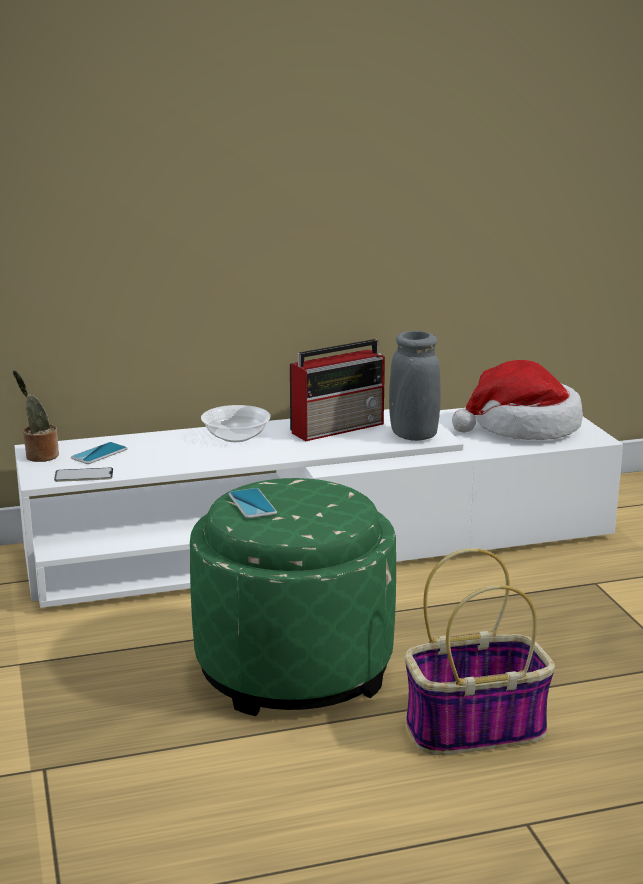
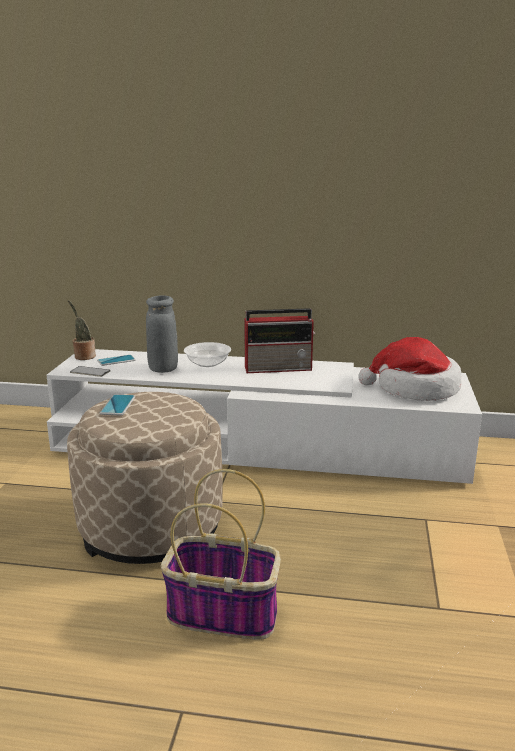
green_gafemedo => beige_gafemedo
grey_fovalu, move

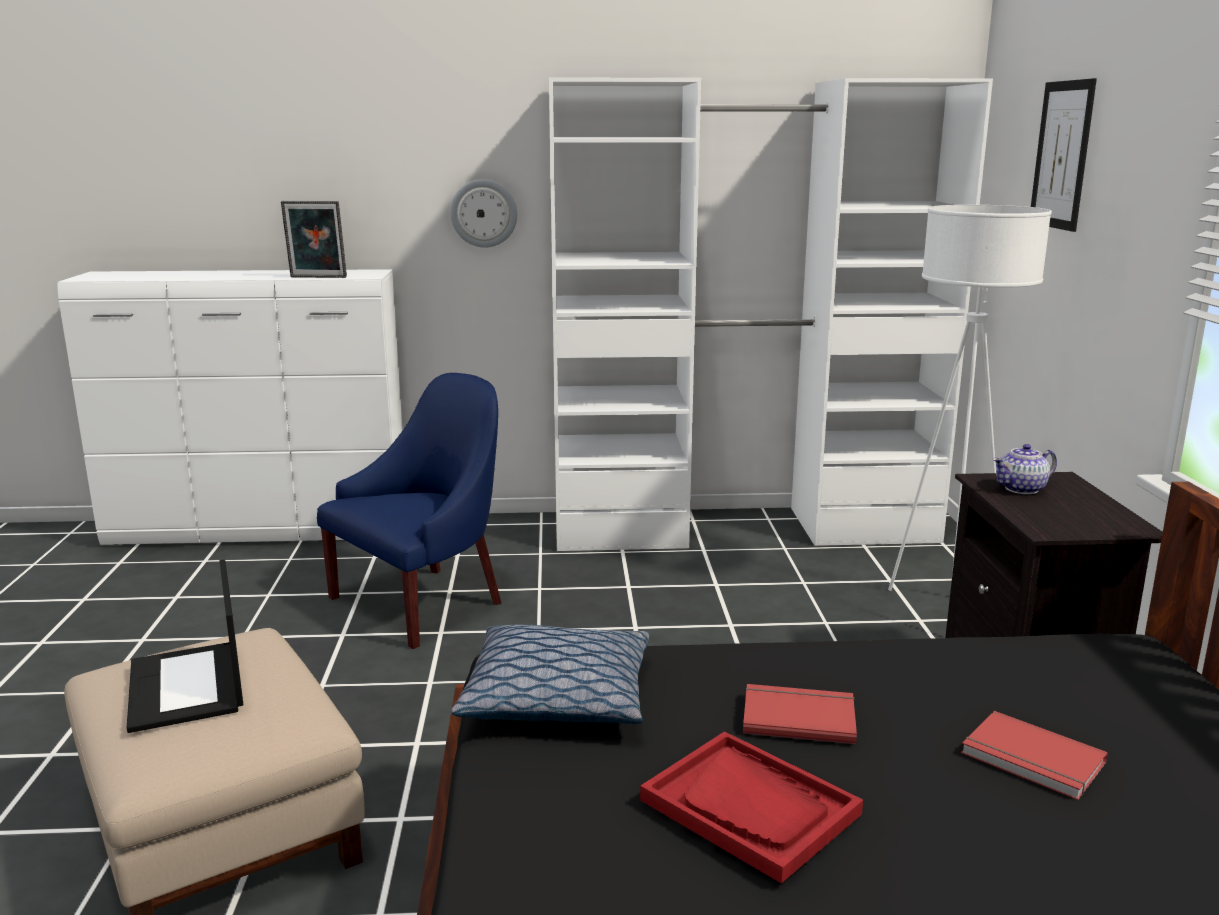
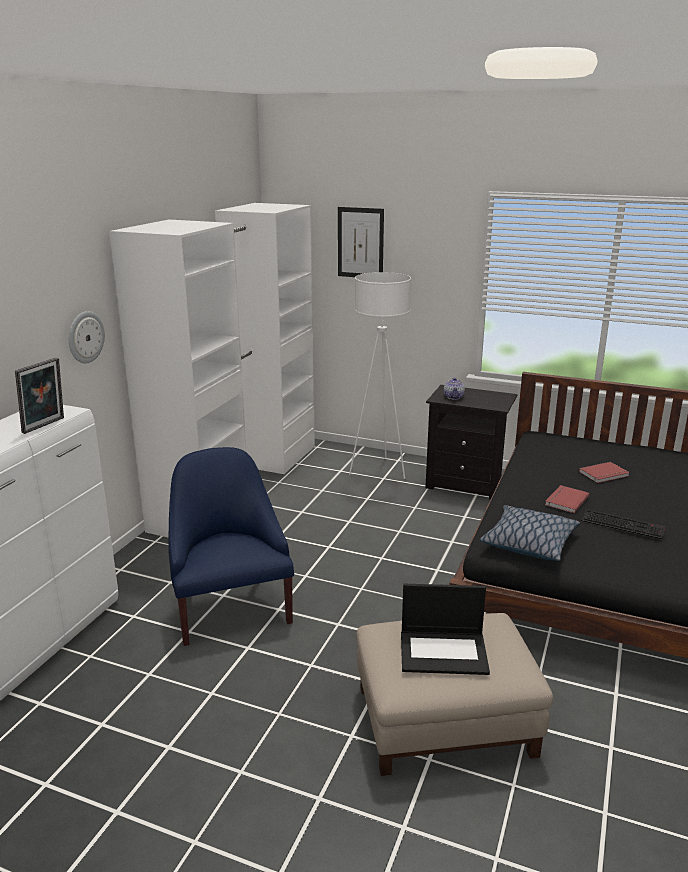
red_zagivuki => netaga

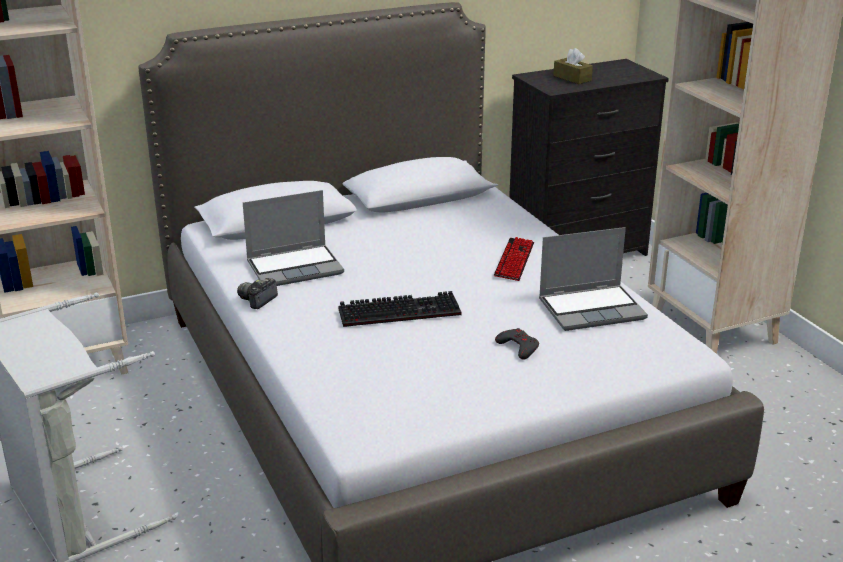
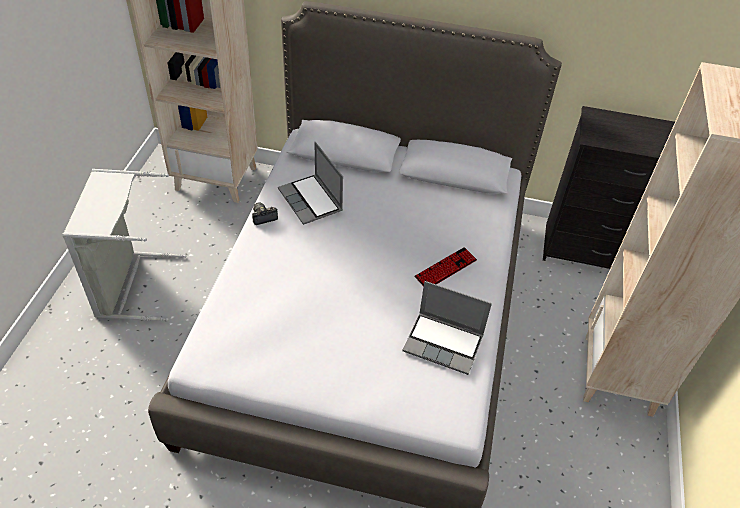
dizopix (1st from left), 45 degrees clockwise
netaga (1st from left) => nothing
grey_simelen => nothing
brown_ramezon => nothing

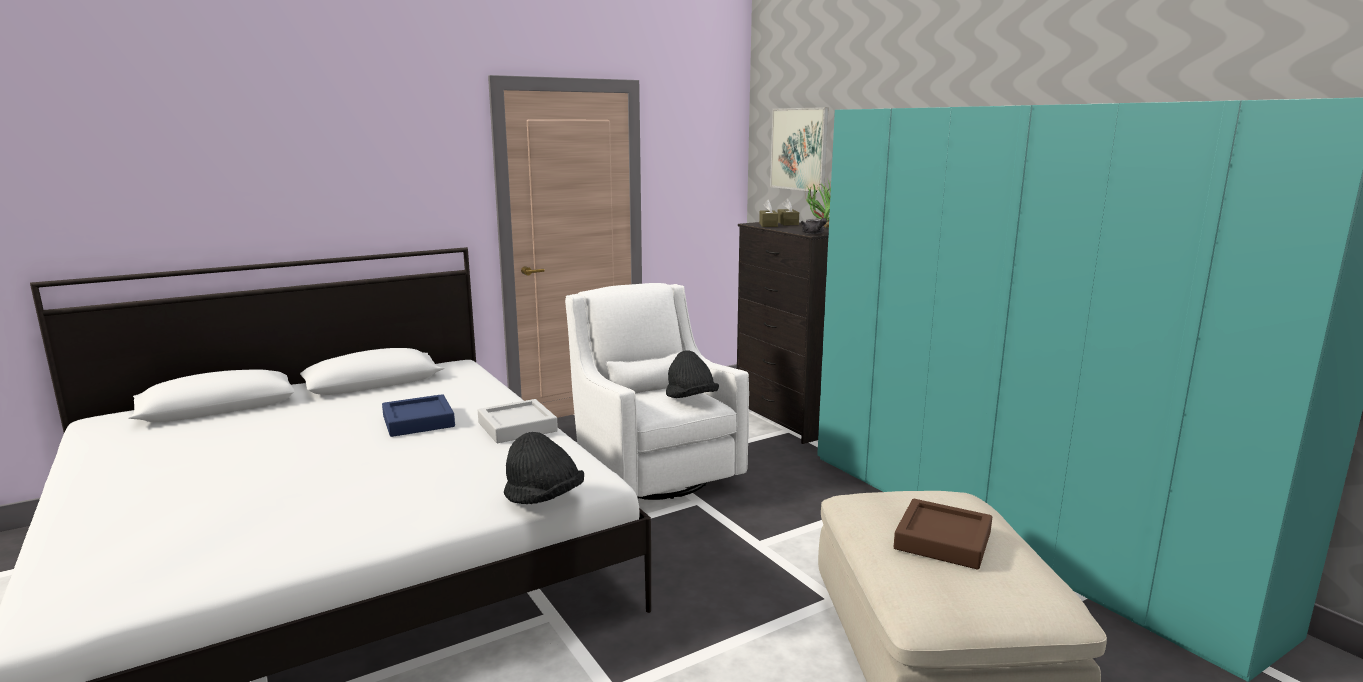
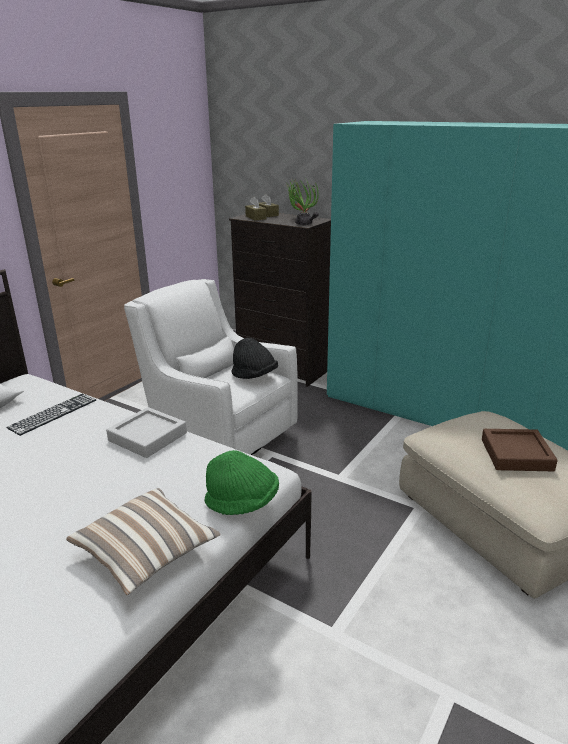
blue_zagivuki => nothing
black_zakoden (1st from left) => green_zakoden
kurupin => nothing
nothing => netaga
nothing => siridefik

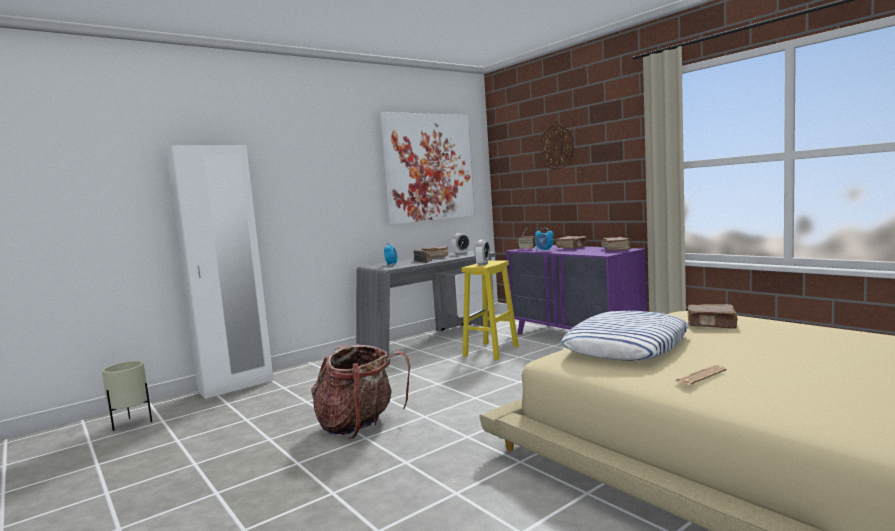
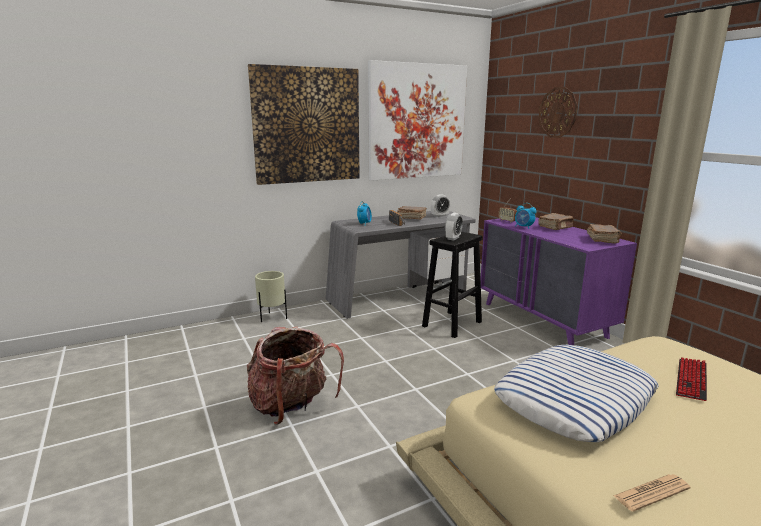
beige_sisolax, move
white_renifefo => nothing
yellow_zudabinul => black_zudabinul
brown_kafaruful (4th from left) => netaga
nothing => kurupin (1st from left)

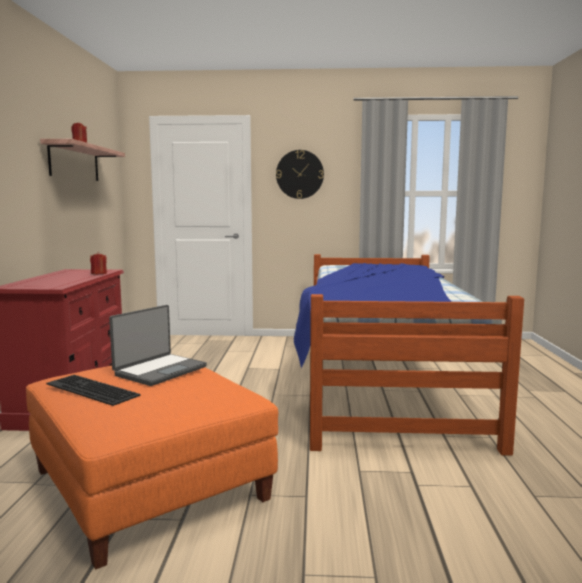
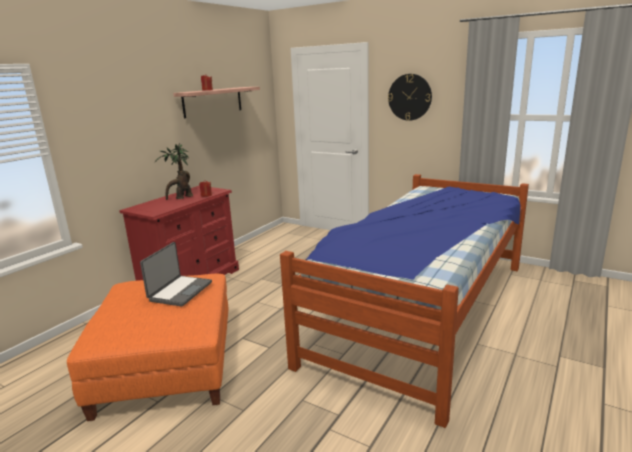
netaga => nothing
dizopix, 45 degrees counterclockwise
nothing => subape

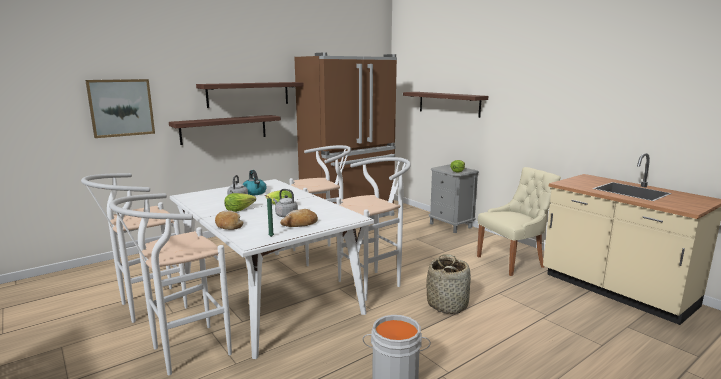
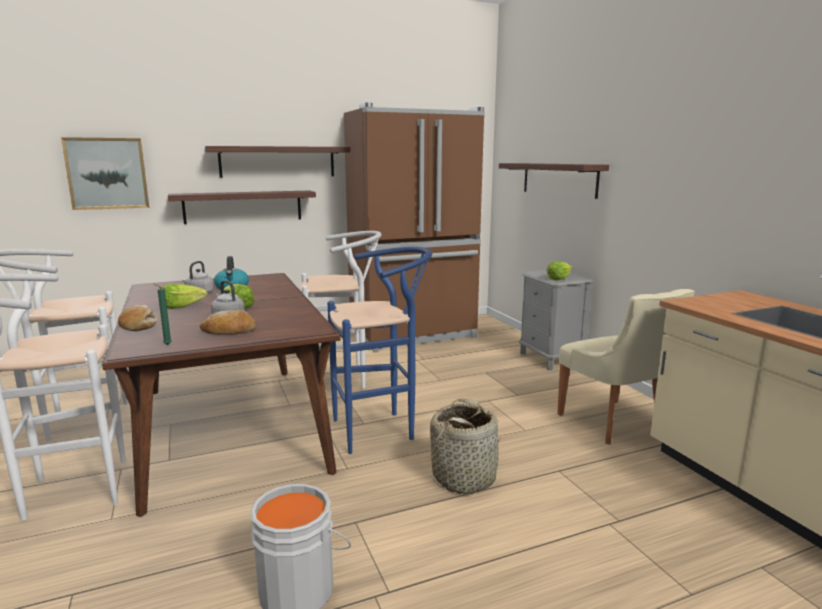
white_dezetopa => brown_dezetopa
white_zudabinul (4th from left) => blue_zudabinul
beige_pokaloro, 75 degrees clockwise

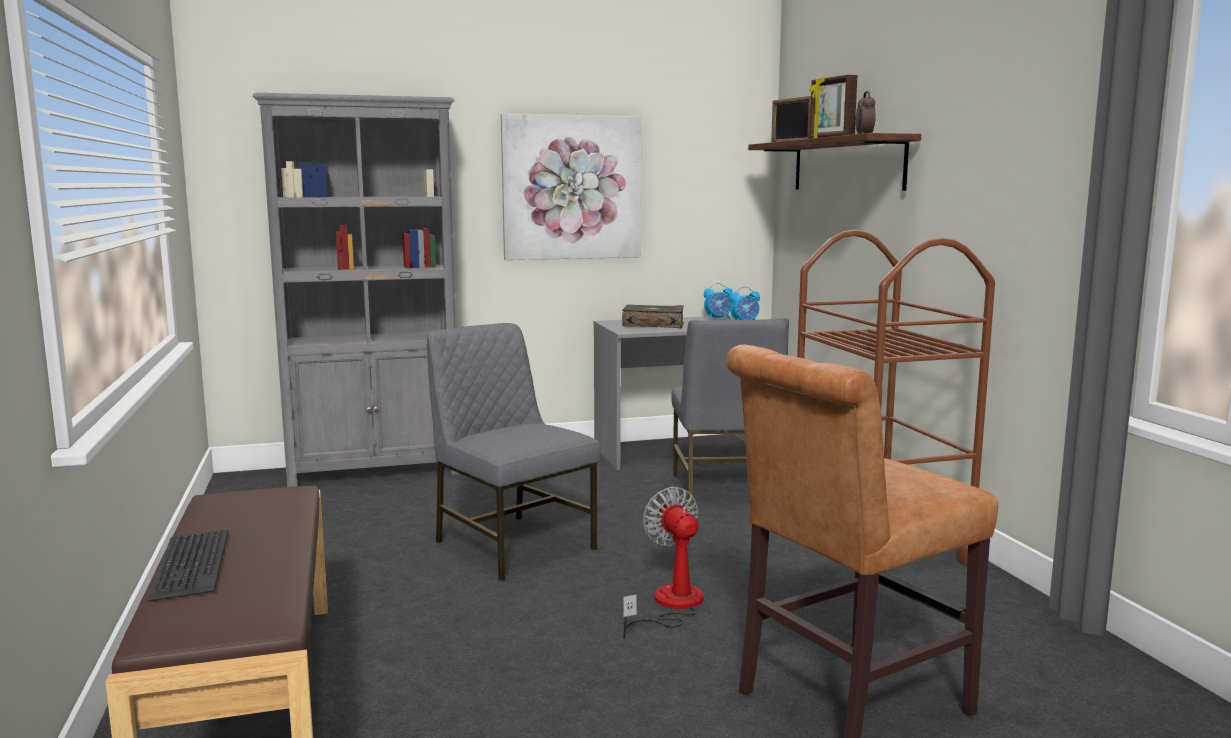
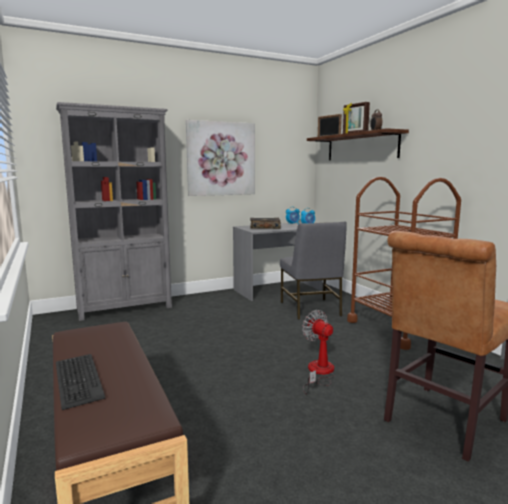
grey_pokaloro (1st from left) => nothing

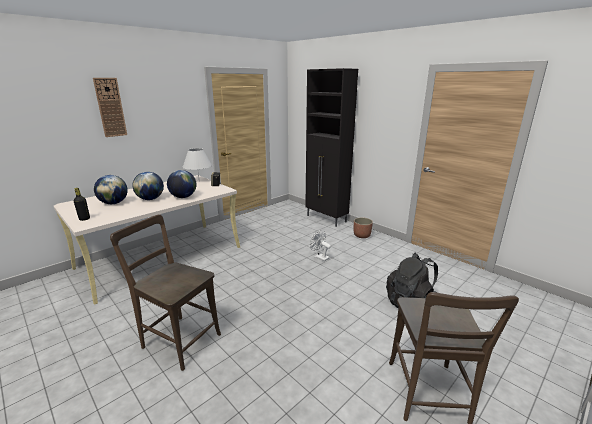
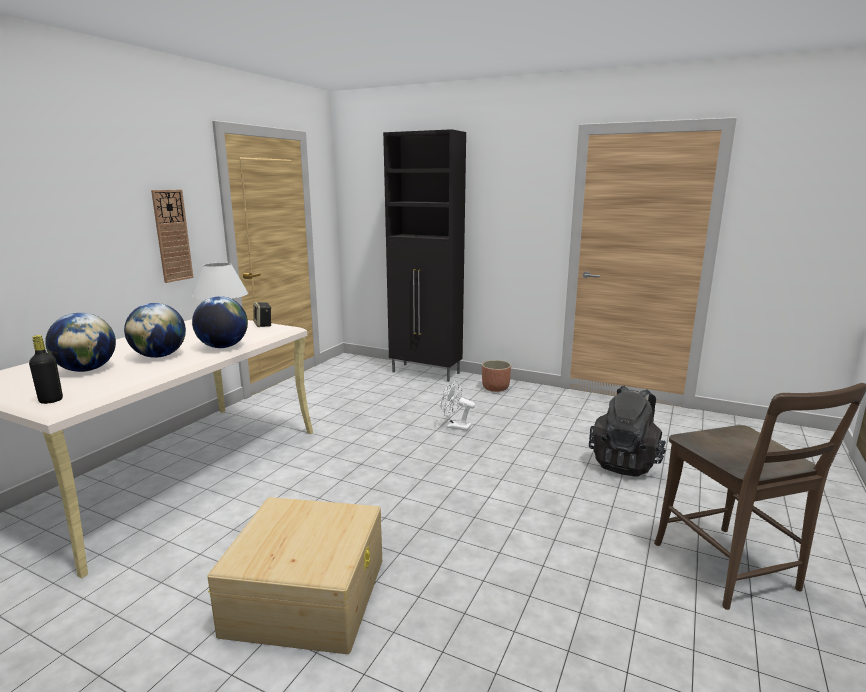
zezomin, move
brown_pokaloro (1st from left) => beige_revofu

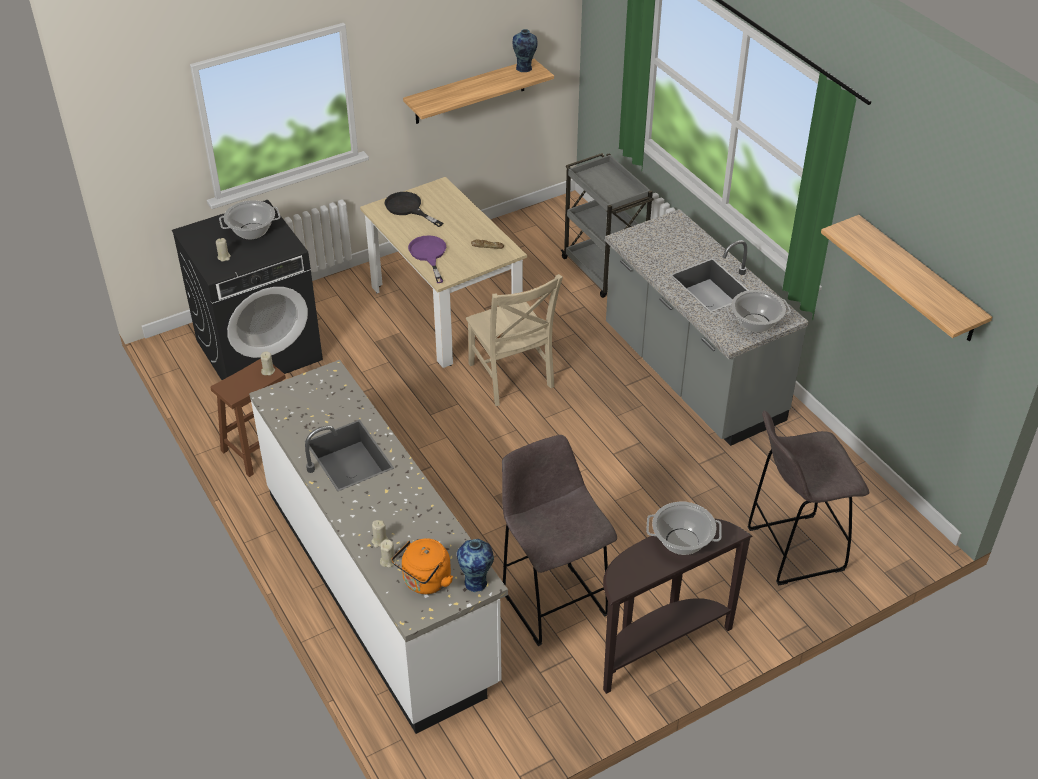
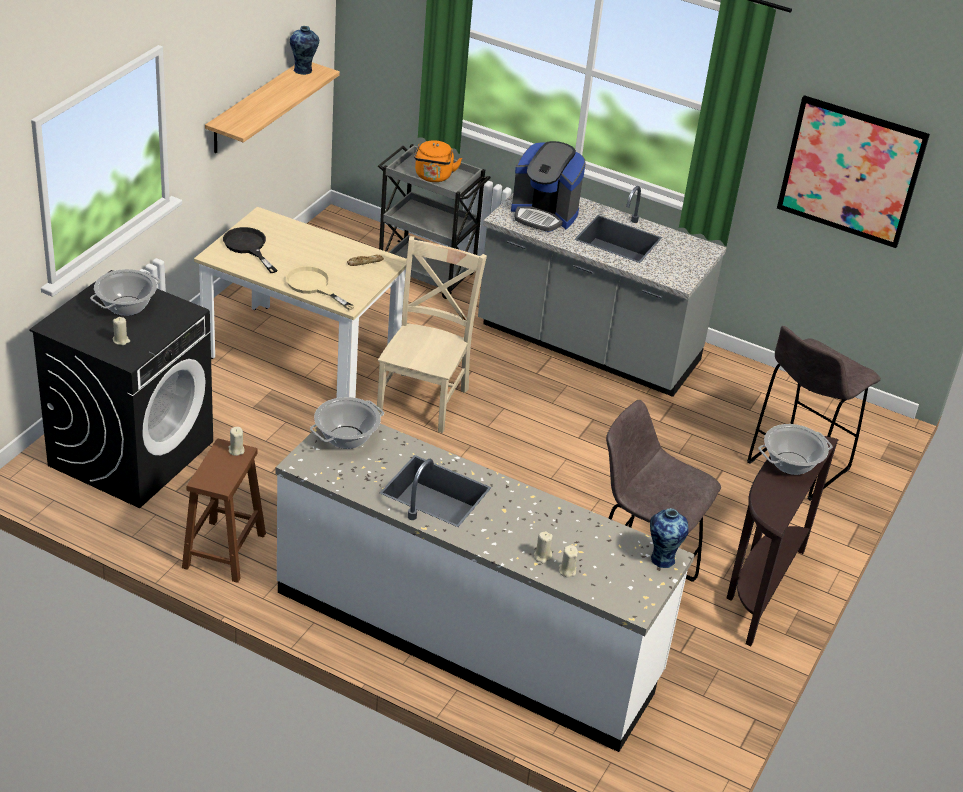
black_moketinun, 45 degrees clockwise
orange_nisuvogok, move
purple_moketinun => beige_moketinun
beige_pokaloro, 105 degrees counterclockwise
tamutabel (3rd from left in the first image) => tamutabel (2nd from left), move
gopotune (2nd from left) => kurupin
nothing => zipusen

